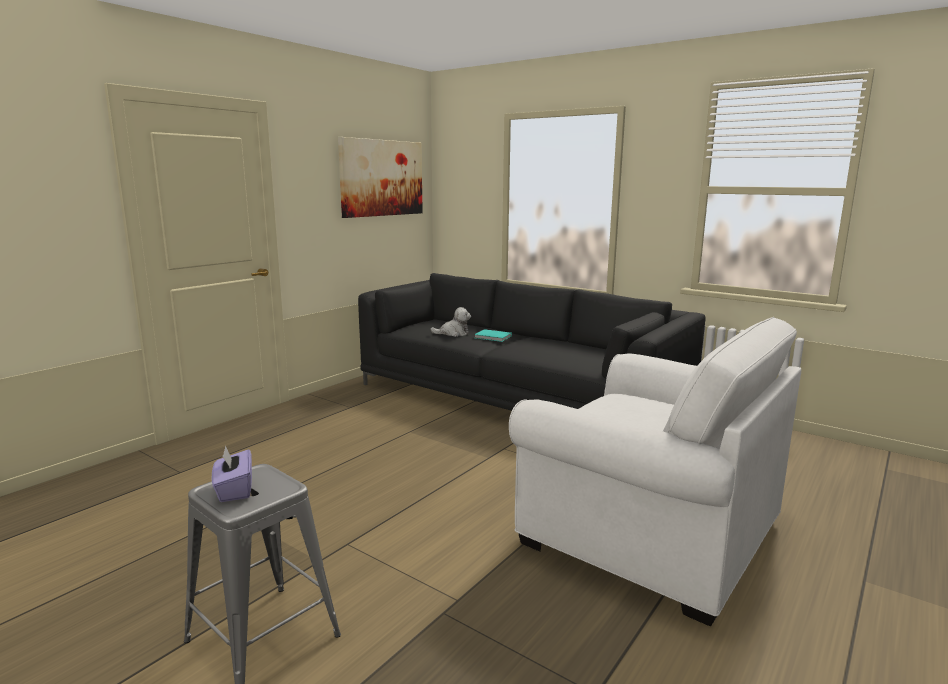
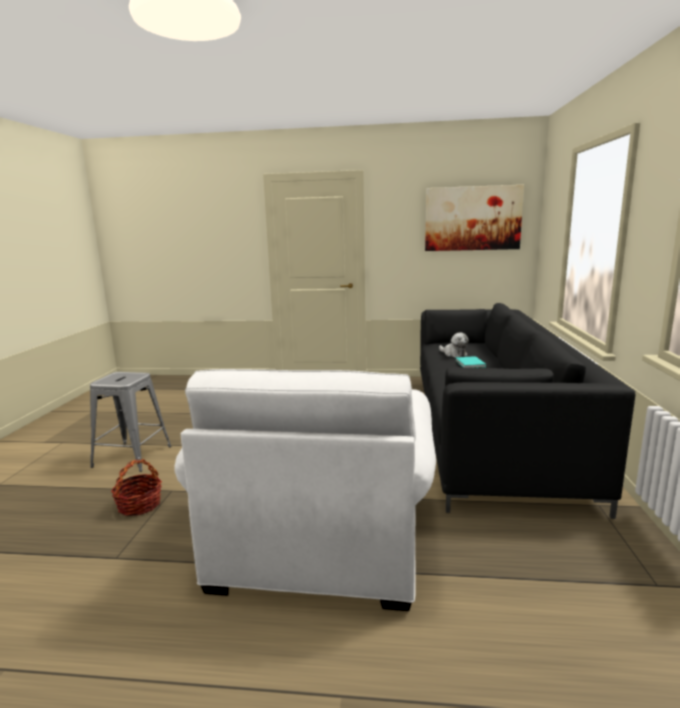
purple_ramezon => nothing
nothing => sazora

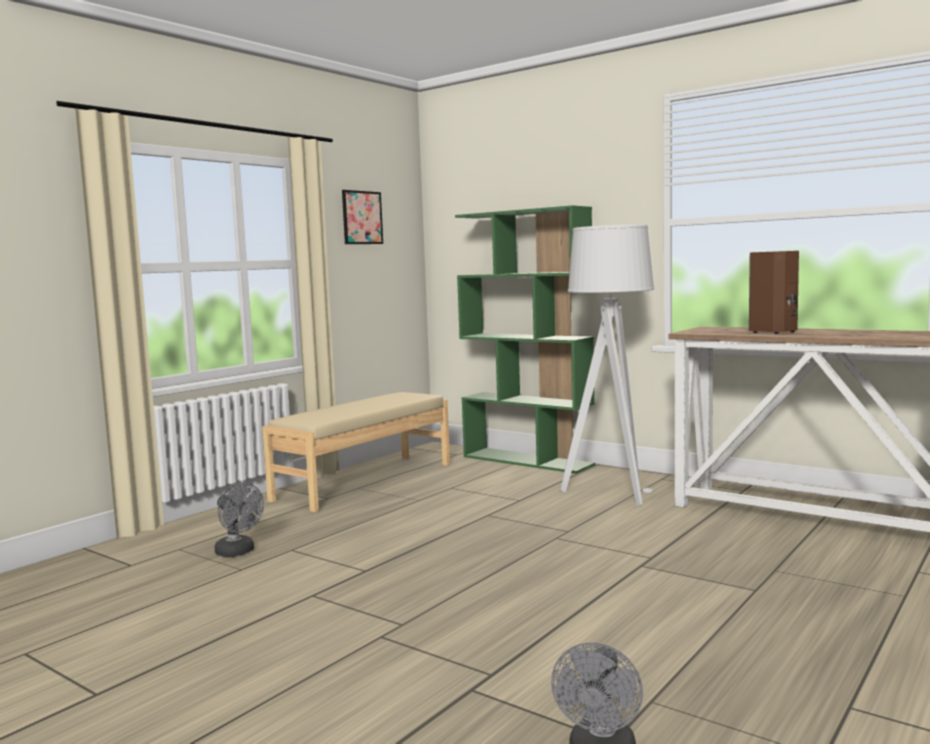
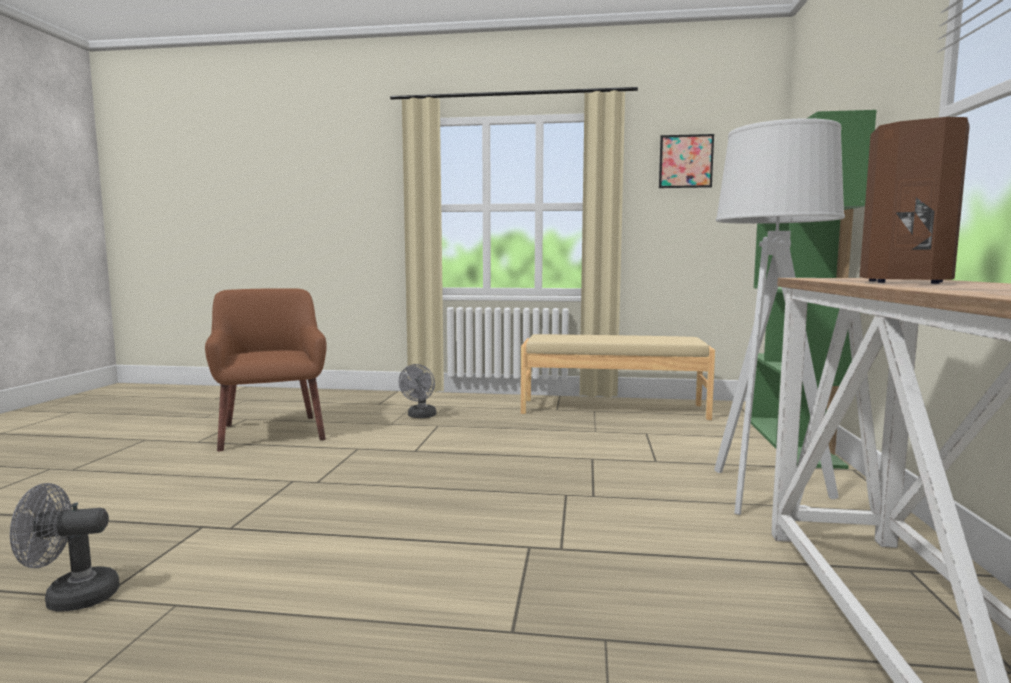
nothing => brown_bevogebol

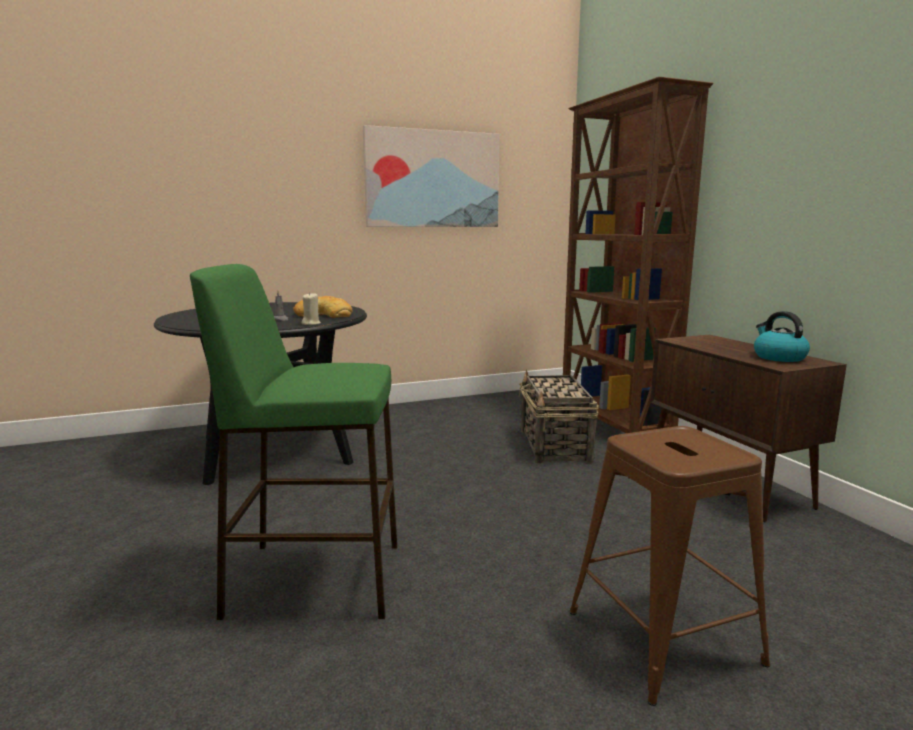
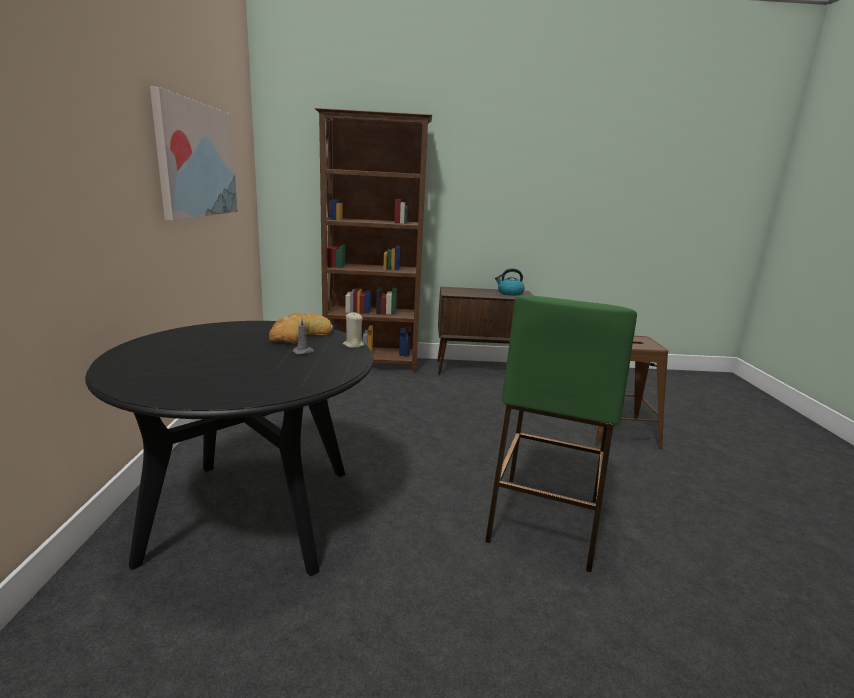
sazora => nothing

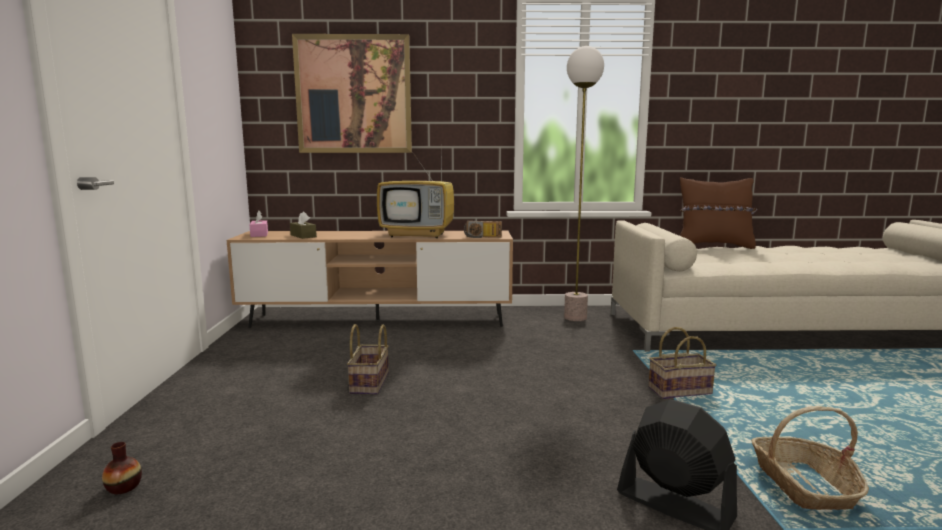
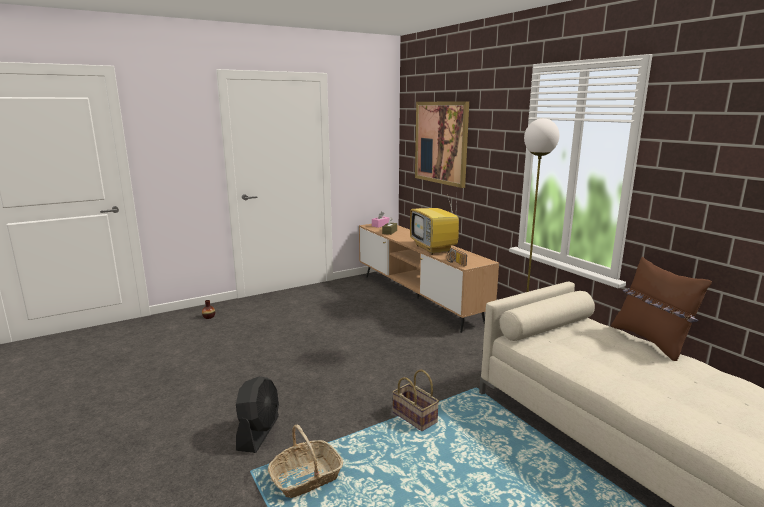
sazora (1st from left) => nothing

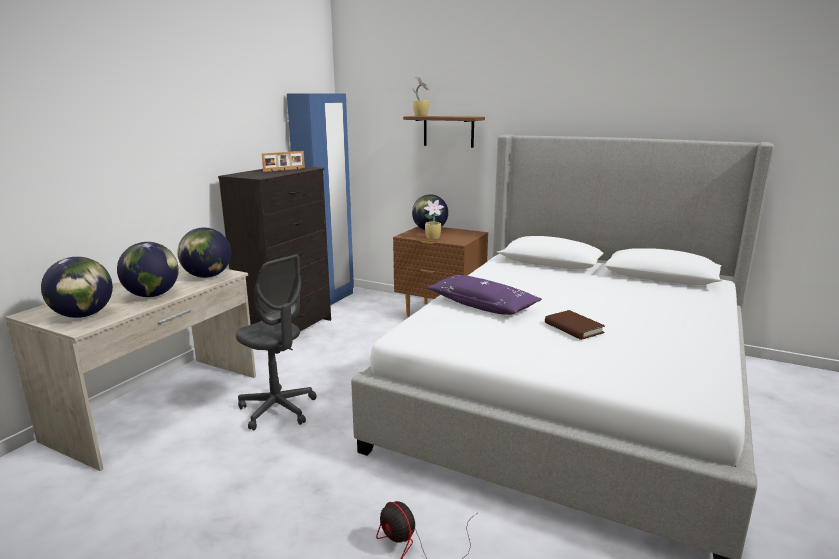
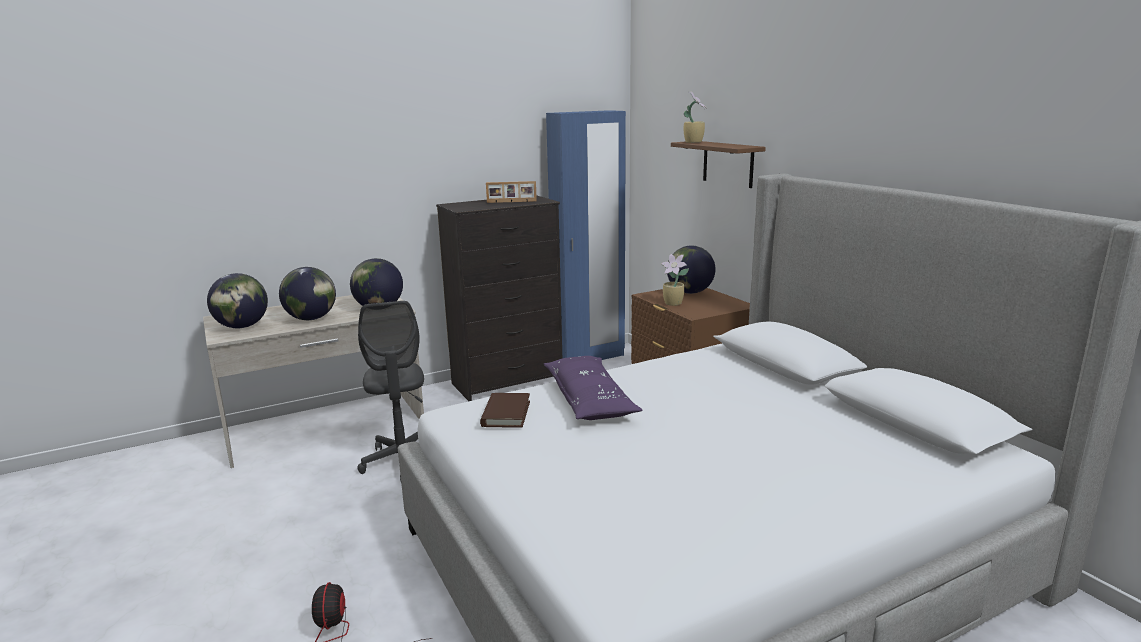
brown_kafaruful, move

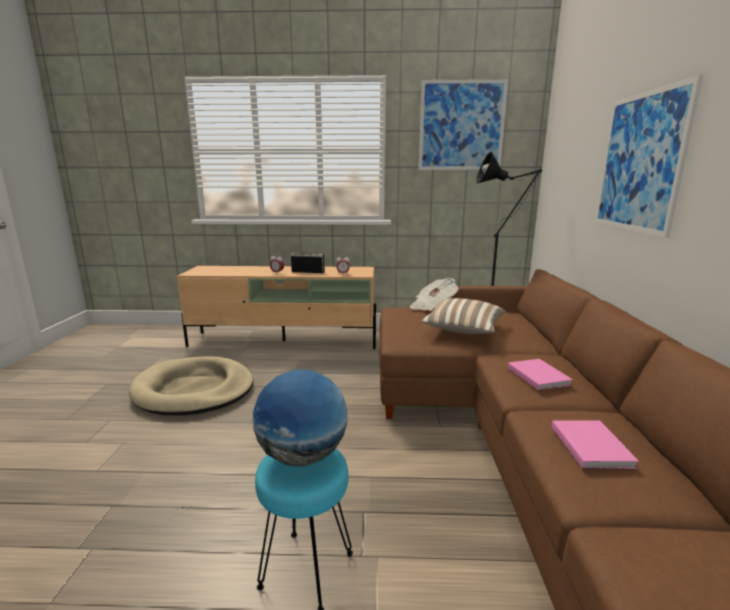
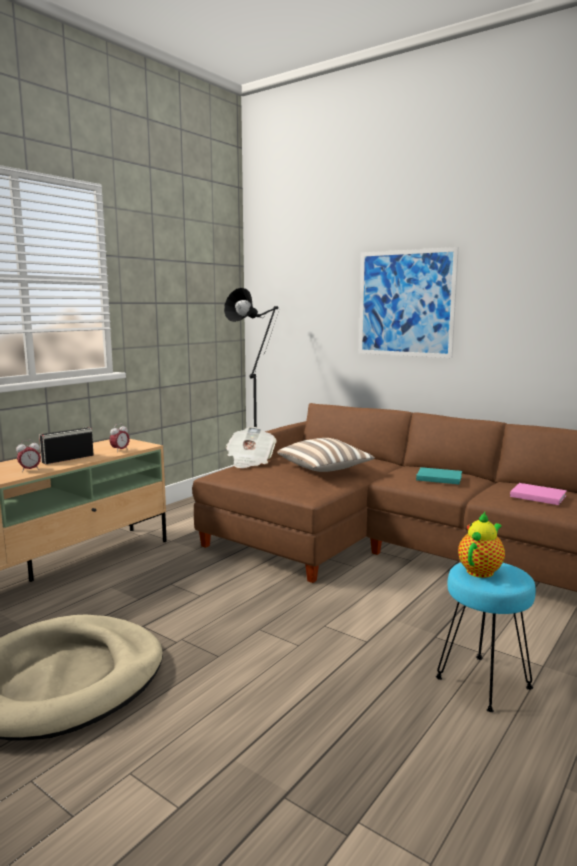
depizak => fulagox
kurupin (1st from left) => nothing
pink_kafaruful (1st from left) => turquoise_kafaruful

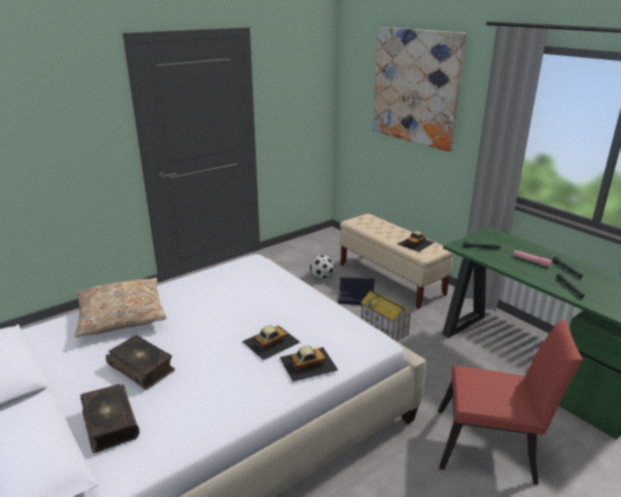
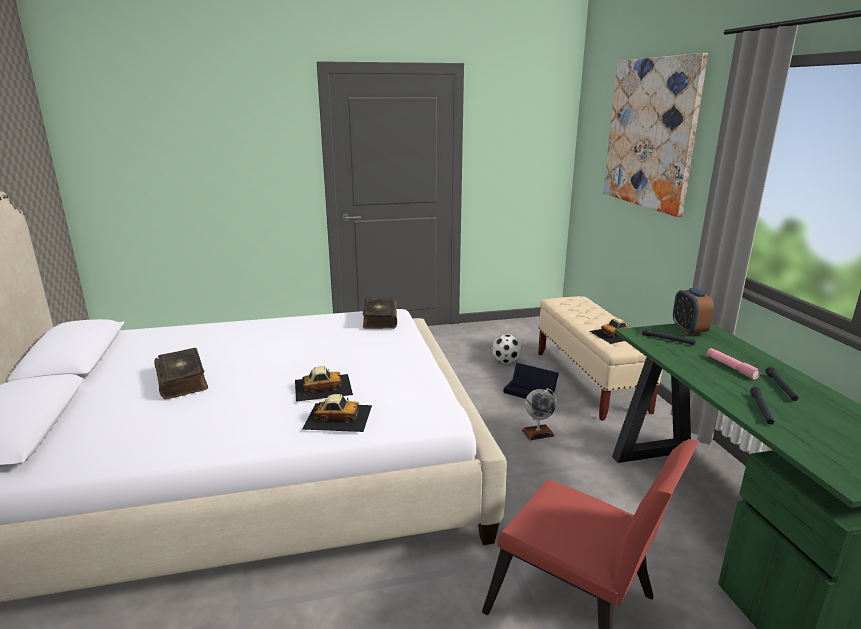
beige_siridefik => nothing
kafaruful (1st from left in the first image) => kafaruful (2nd from left), move
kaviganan => depizak
nothing => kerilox

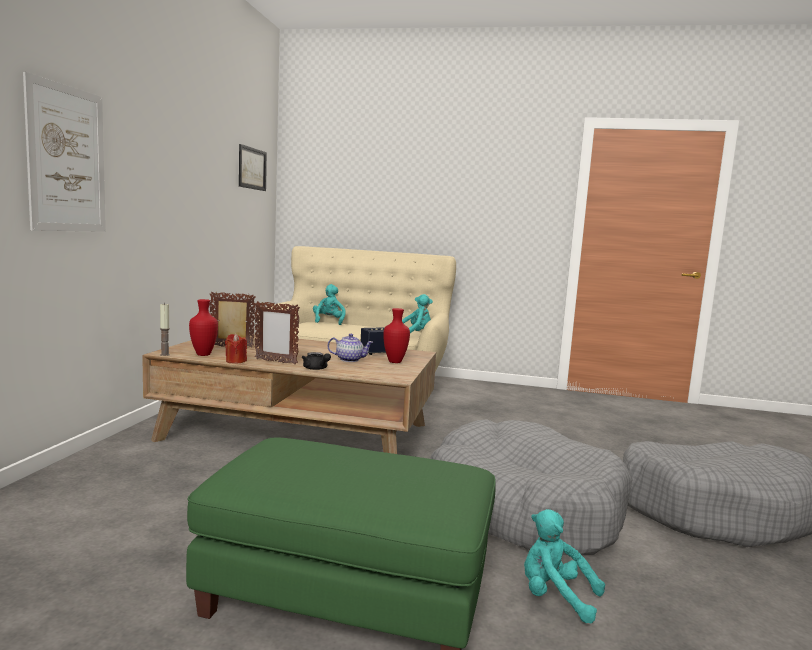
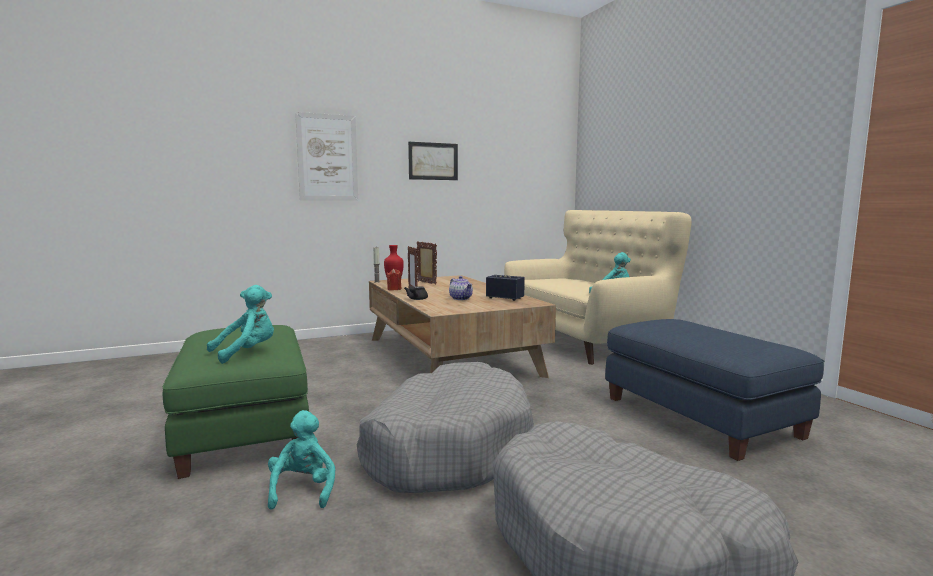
kurupin (2nd from left), move
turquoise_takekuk (1st from left), move
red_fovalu (2nd from left) => nothing
nothing => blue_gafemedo

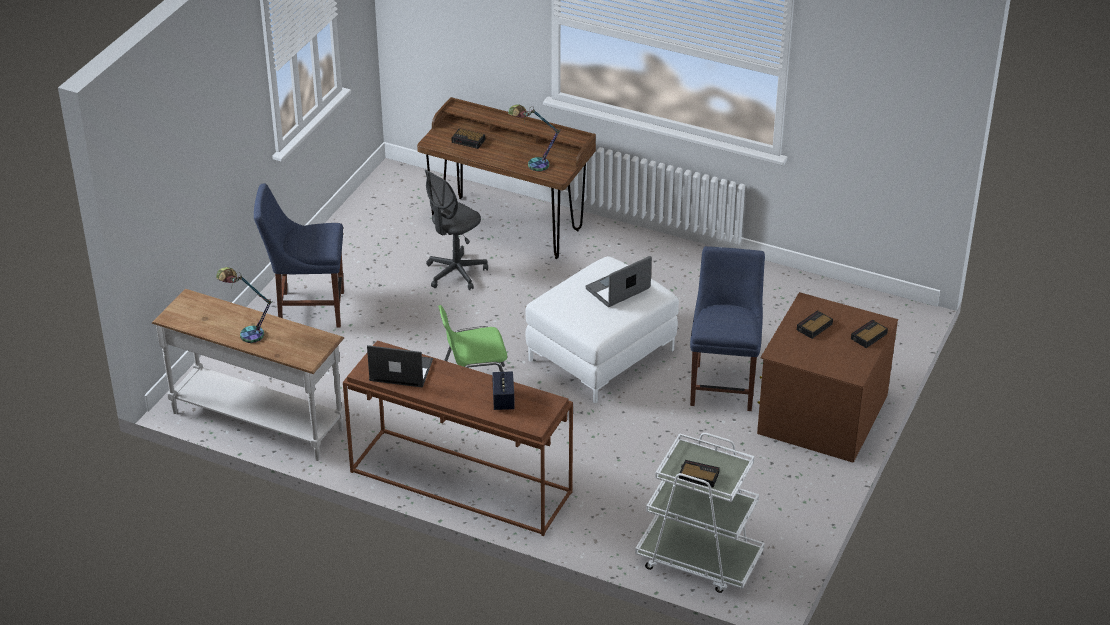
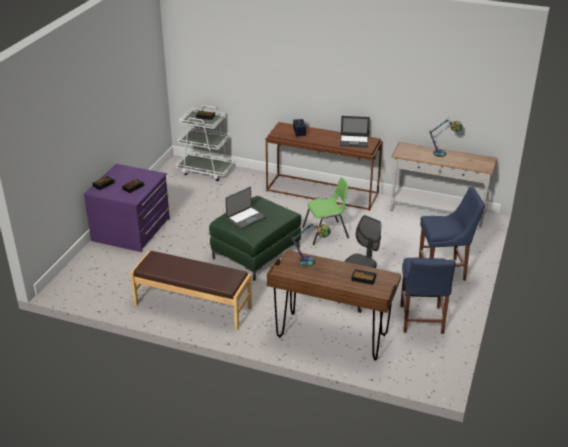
white_gafemedo => green_gafemedo
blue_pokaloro (2nd from left in the first image) => blue_pokaloro (1st from left), move
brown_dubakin => purple_dubakin
nothing => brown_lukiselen

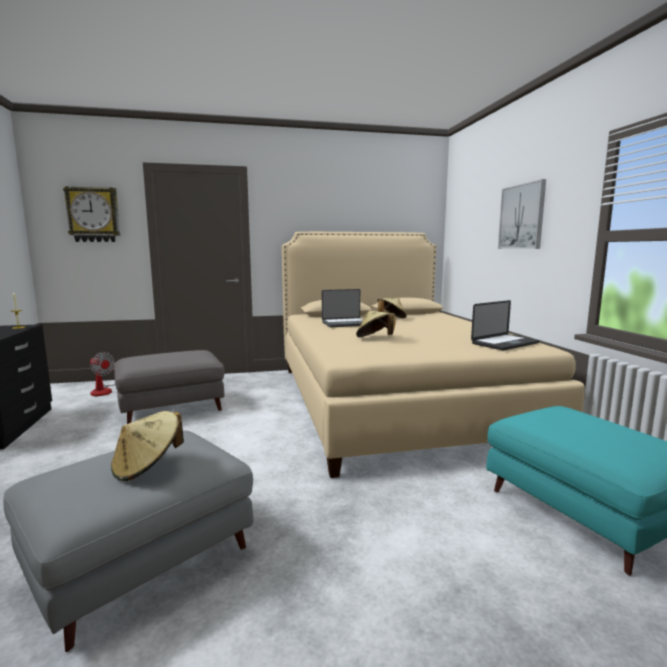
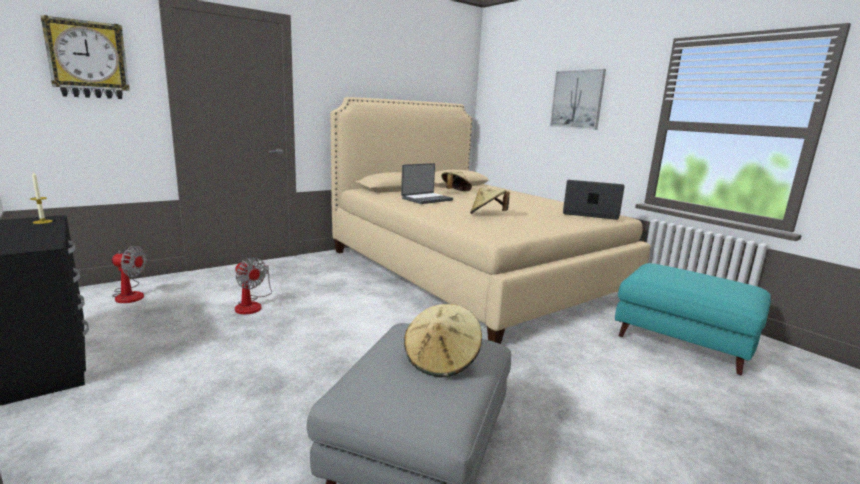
grey_gafemedo (2nd from left) => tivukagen (2nd from left)
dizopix (2nd from left), 105 degrees counterclockwise

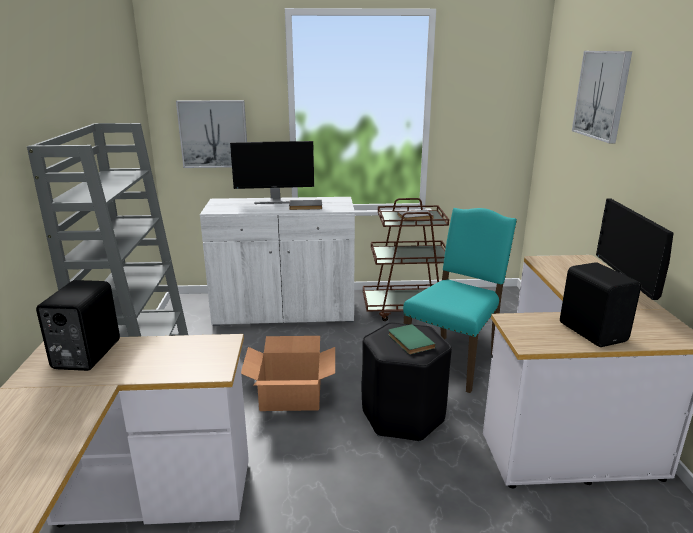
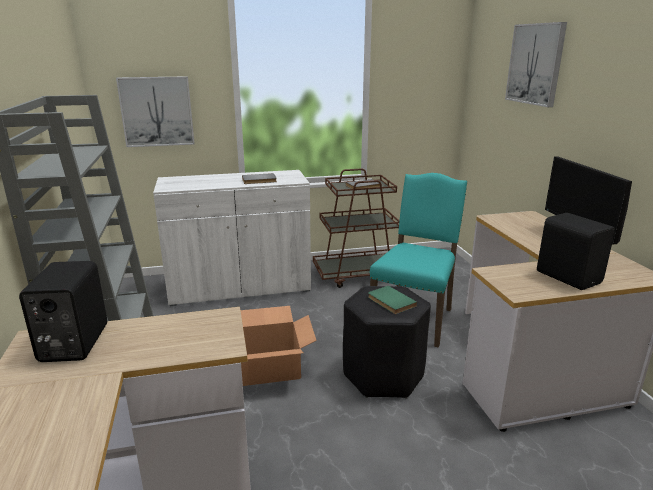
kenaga (1st from left) => nothing

